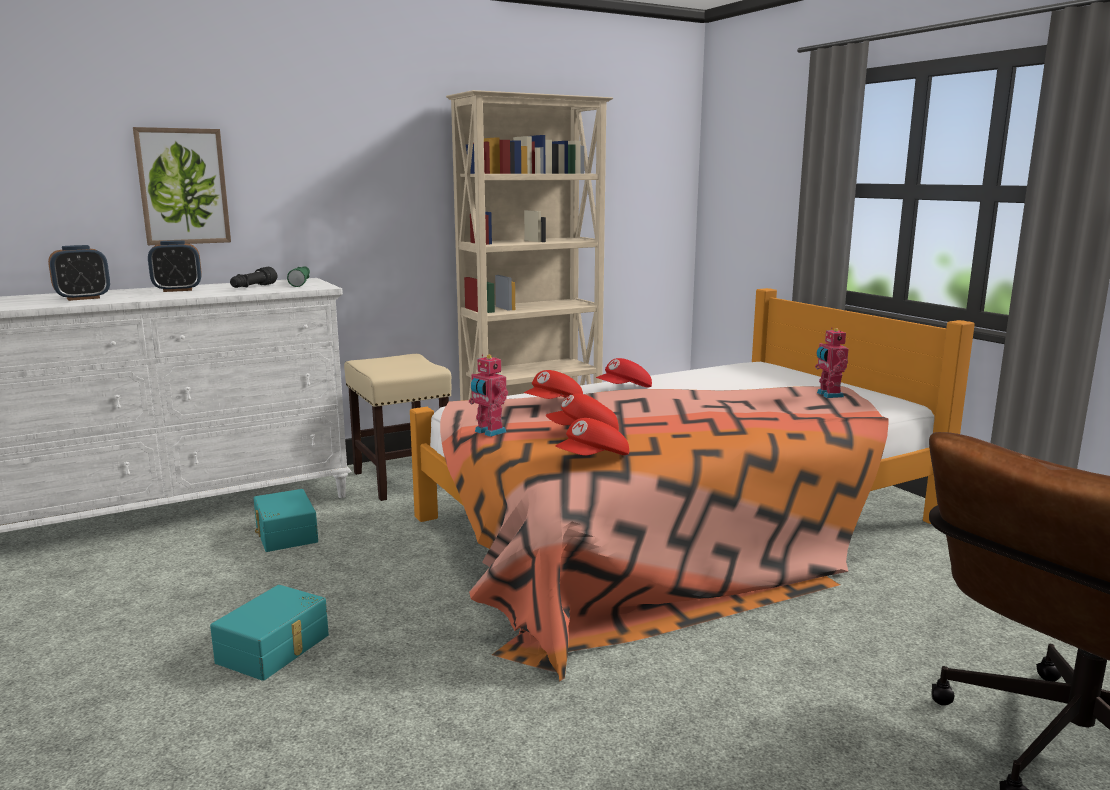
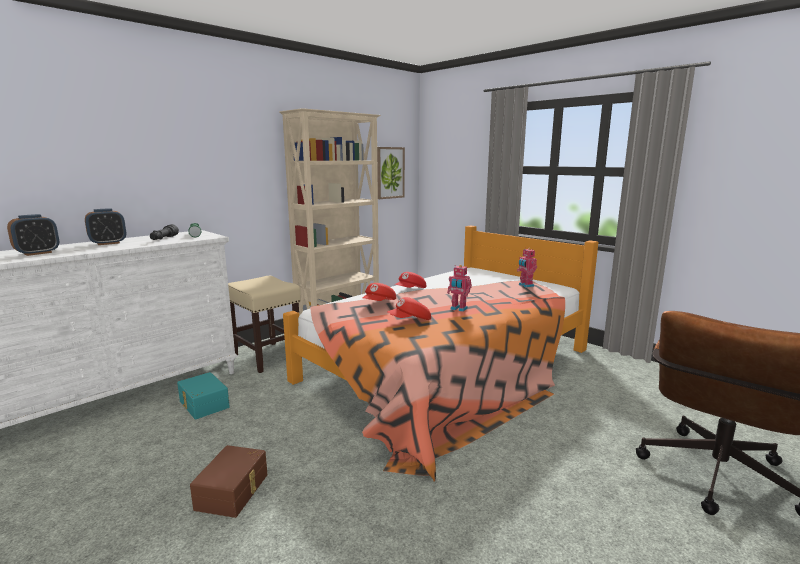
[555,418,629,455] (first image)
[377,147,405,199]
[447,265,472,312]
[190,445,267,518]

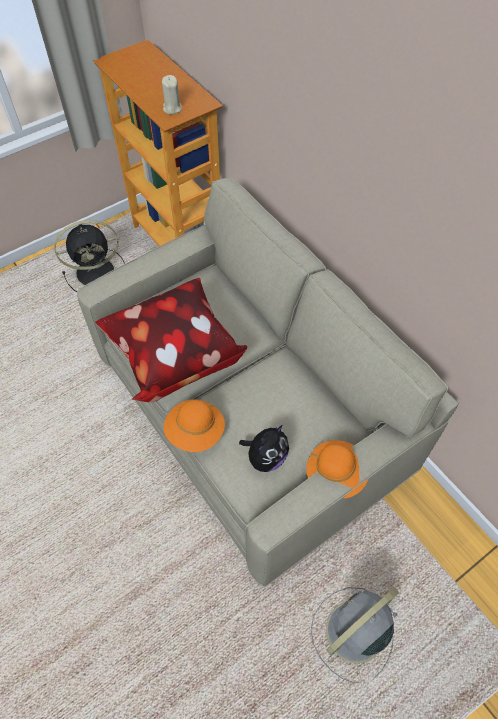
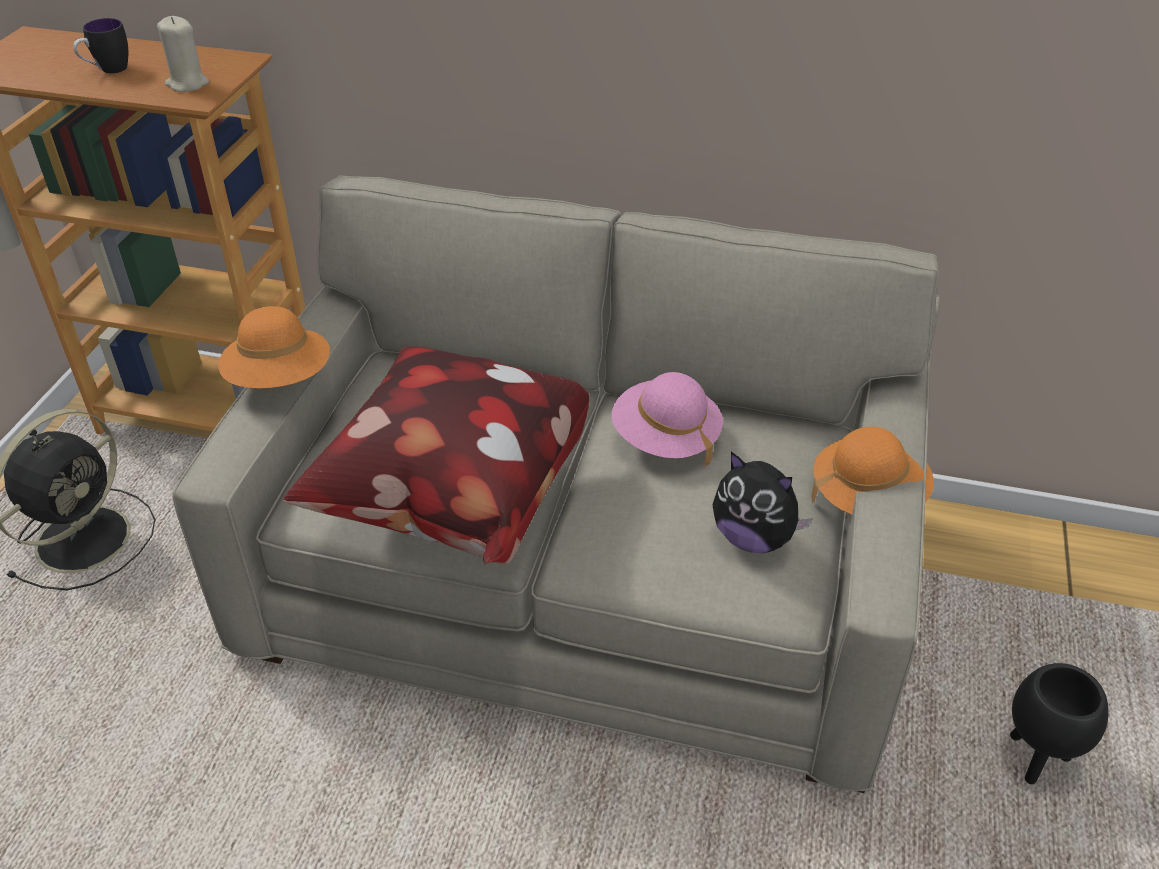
[73,18,128,74]
[612,372,723,466]
[218,306,330,389]
[1010,663,1109,784]
[712,452,813,553]

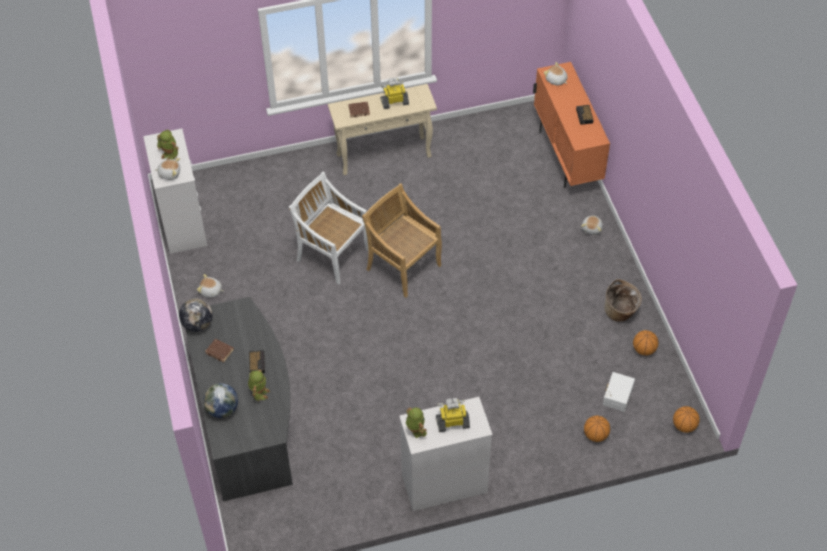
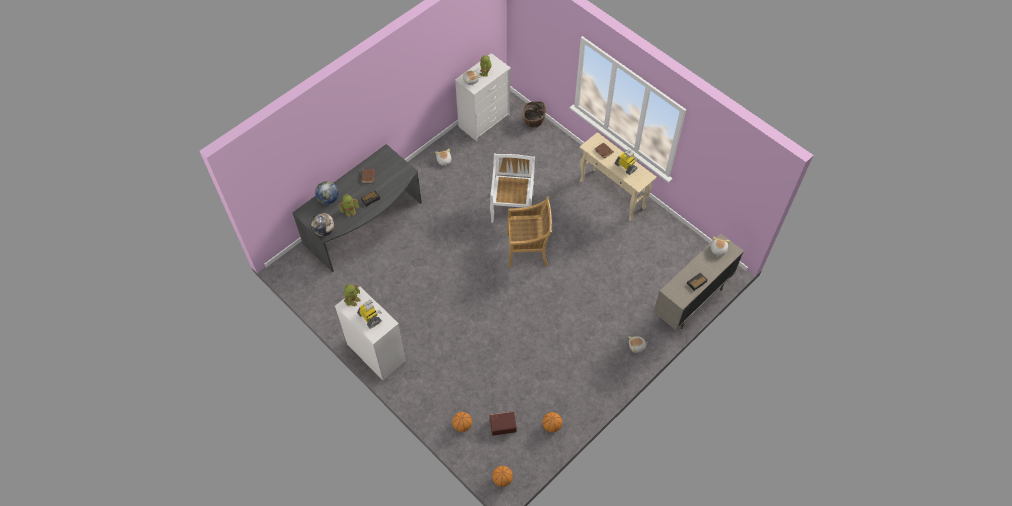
[311,213,335,236]
[522,101,546,128]
[654,233,744,330]
[489,411,517,436]
[507,196,552,268]

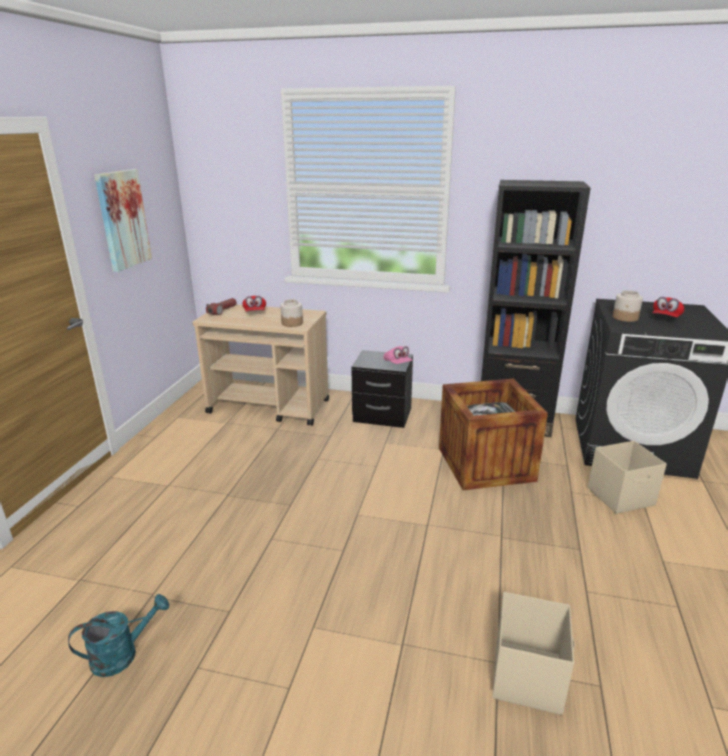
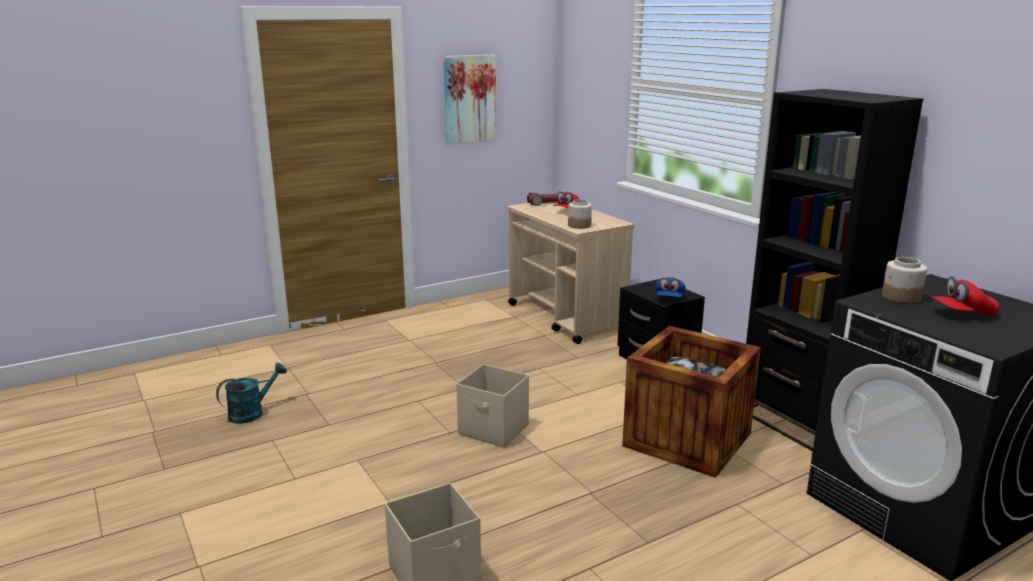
[456,364,529,447]
[656,277,686,298]
[216,362,287,424]

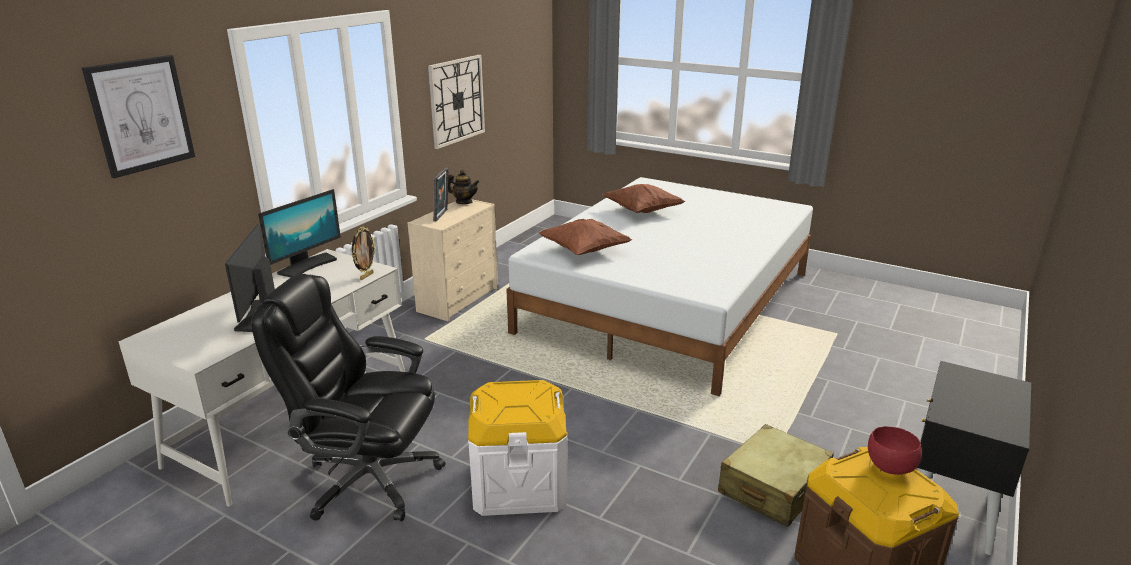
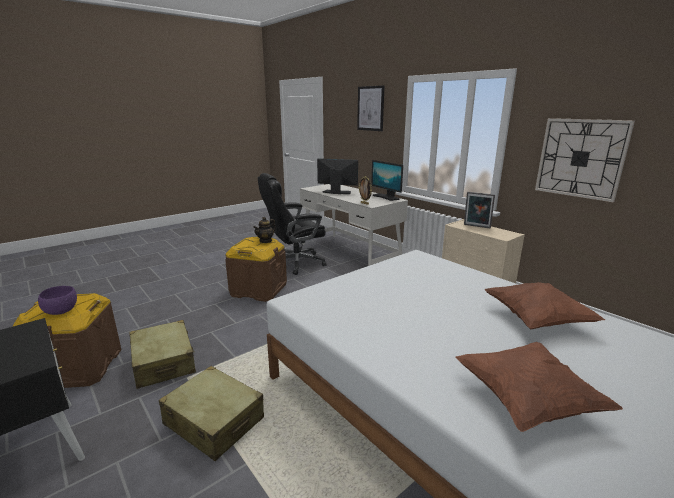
[159,366,264,461]
[253,217,276,243]
[455,342,623,432]
[225,237,287,302]
[38,286,77,315]
[258,173,327,275]

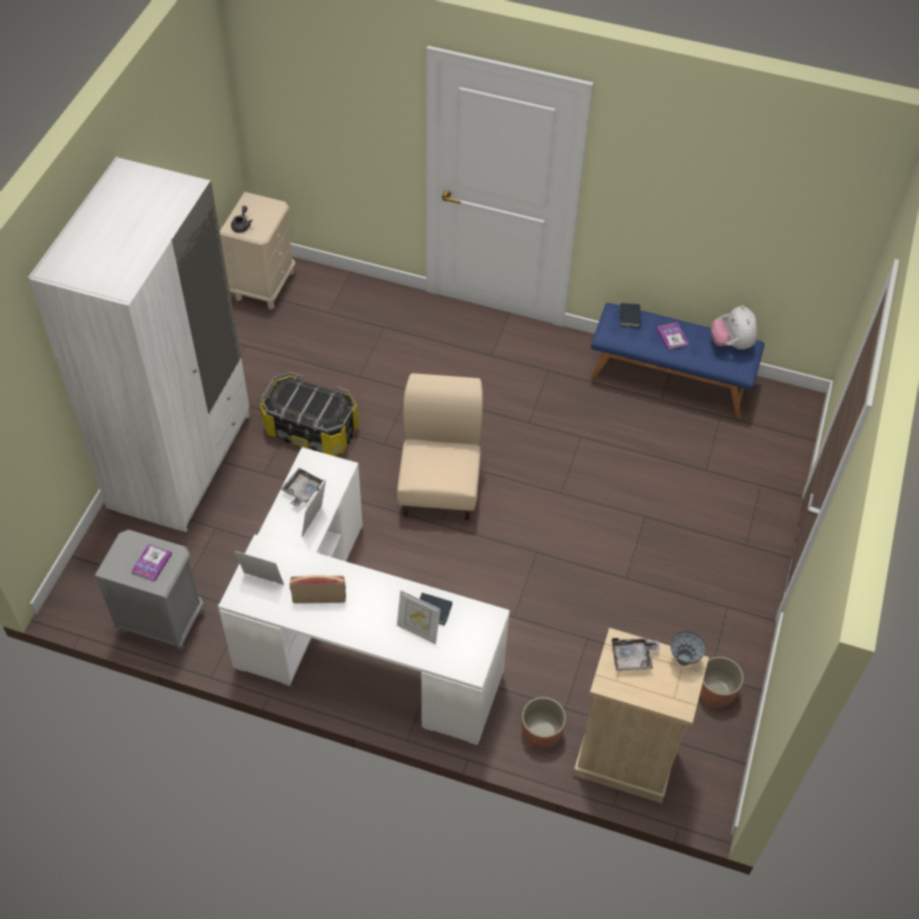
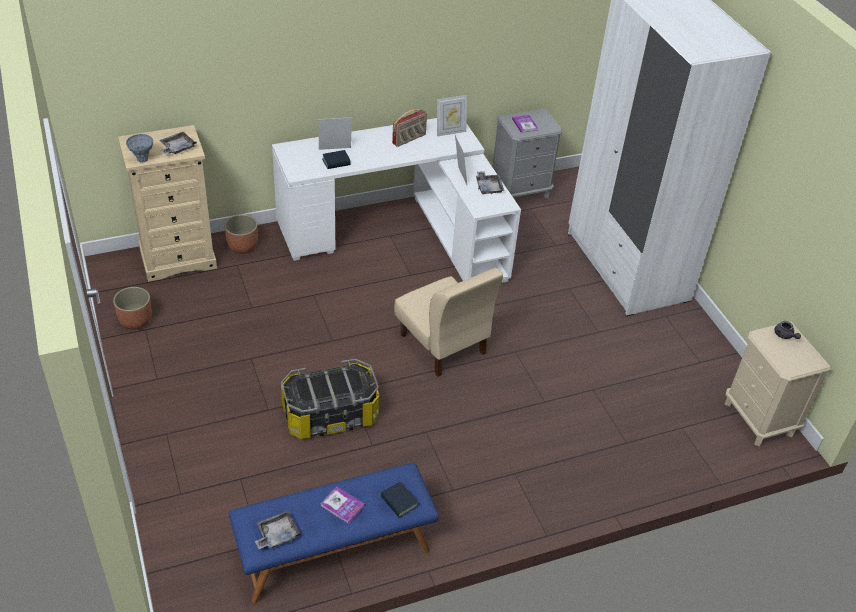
[281,359,379,439]
[255,510,301,549]

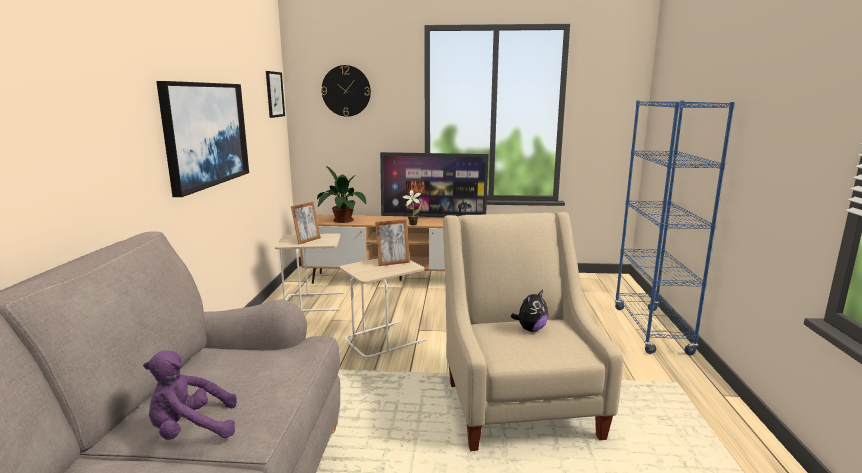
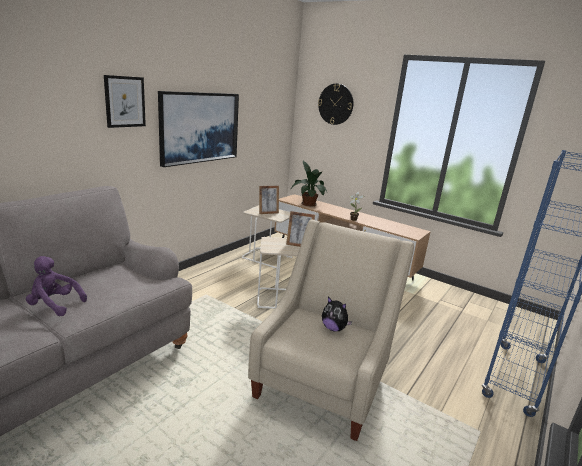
[380,152,489,217] (first image)
[104,75,146,128]
[322,297,353,331]

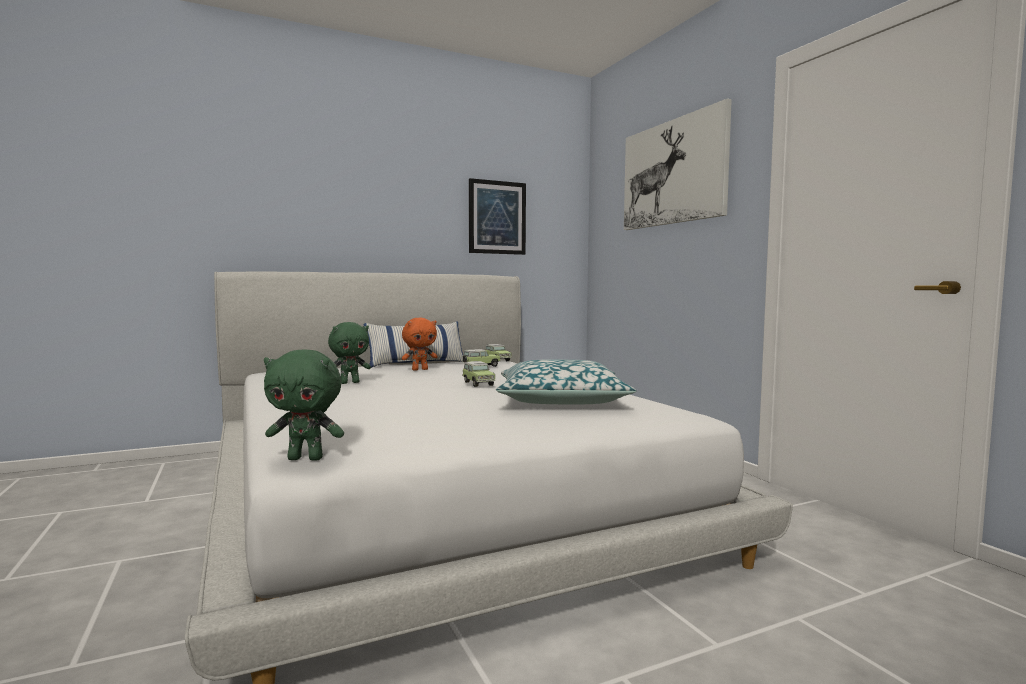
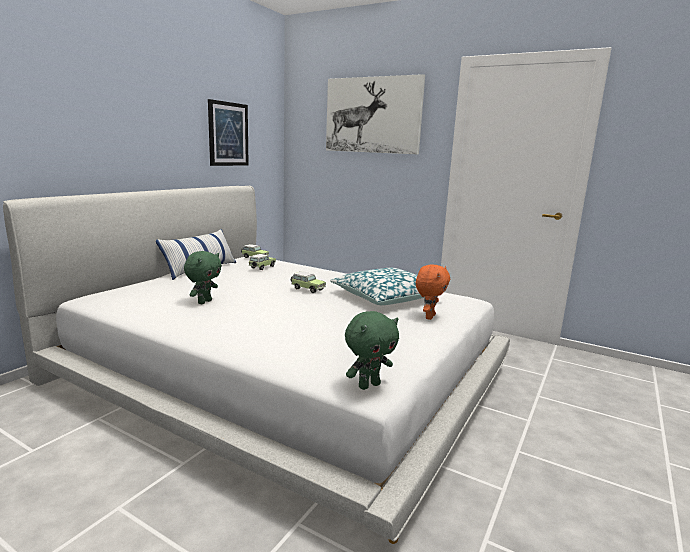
[416,264,450,320]

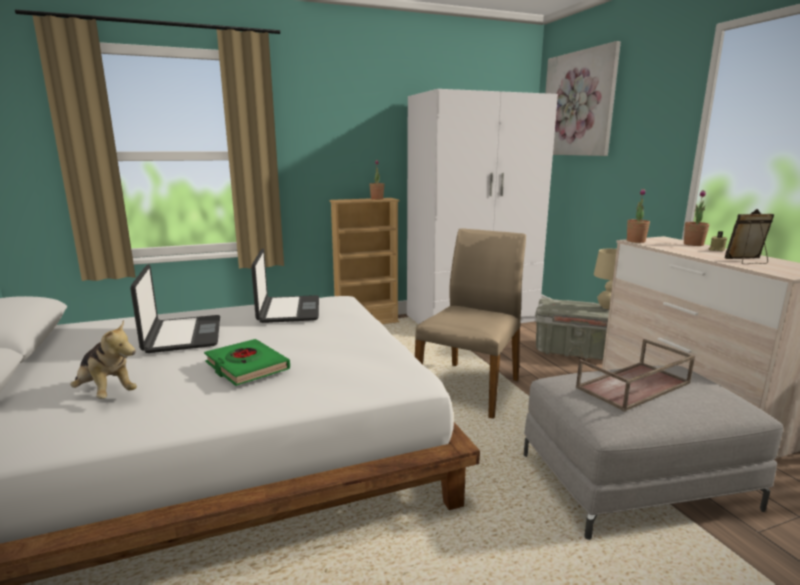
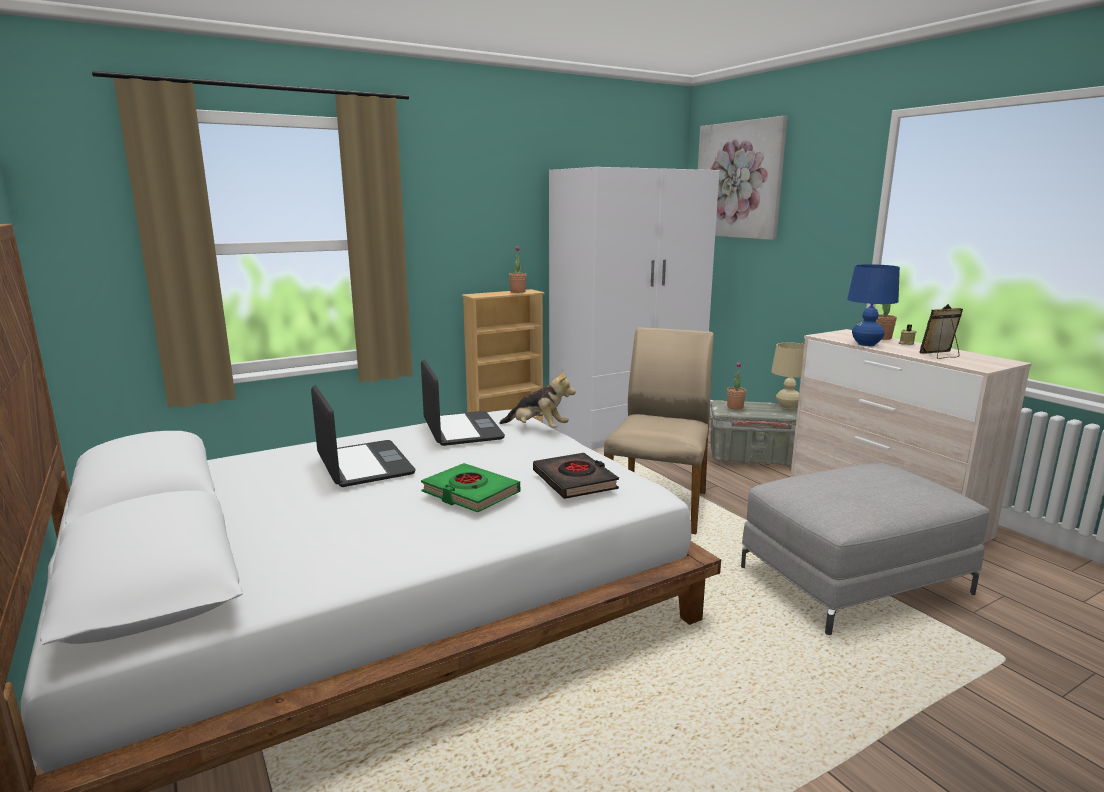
[576,339,695,412] (first image)
[533,453,619,499]
[847,264,900,346]
[499,370,576,428]
[727,362,746,410]

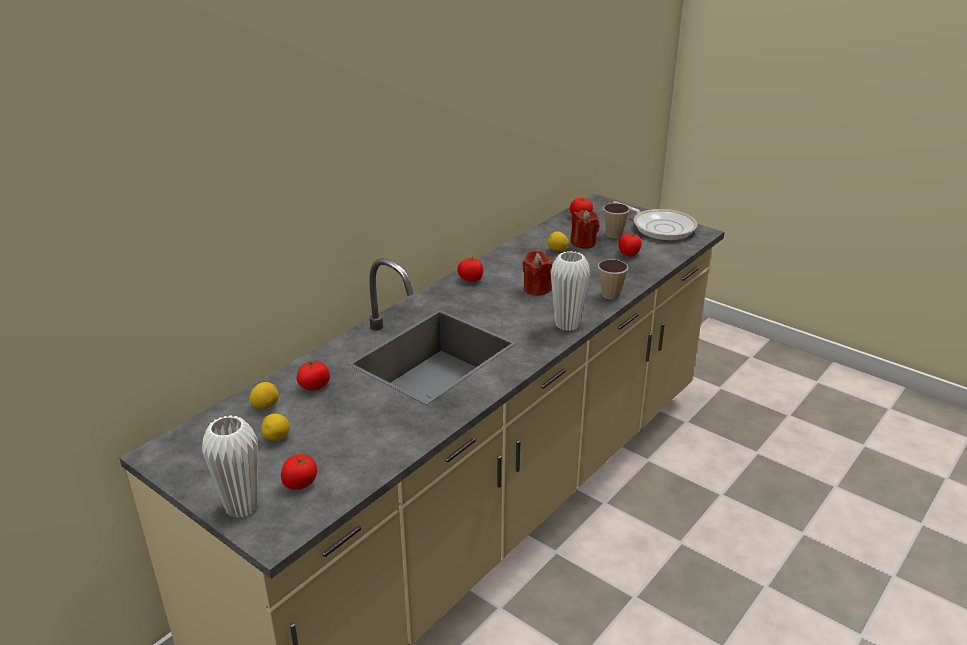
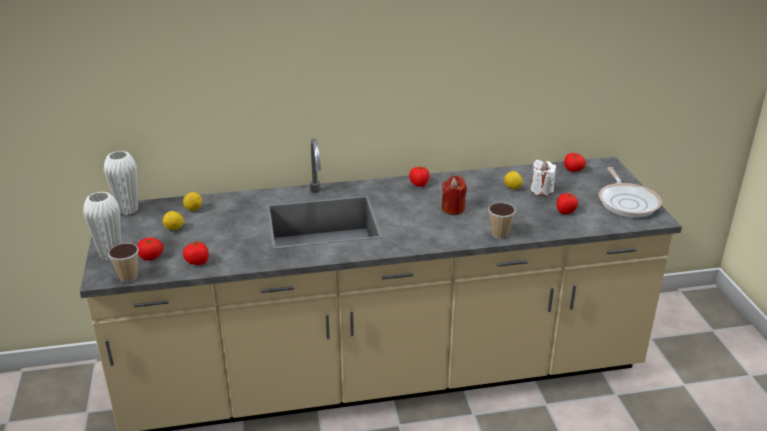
[183,241,209,265]
[104,151,138,215]
[108,243,139,282]
[531,160,556,196]

